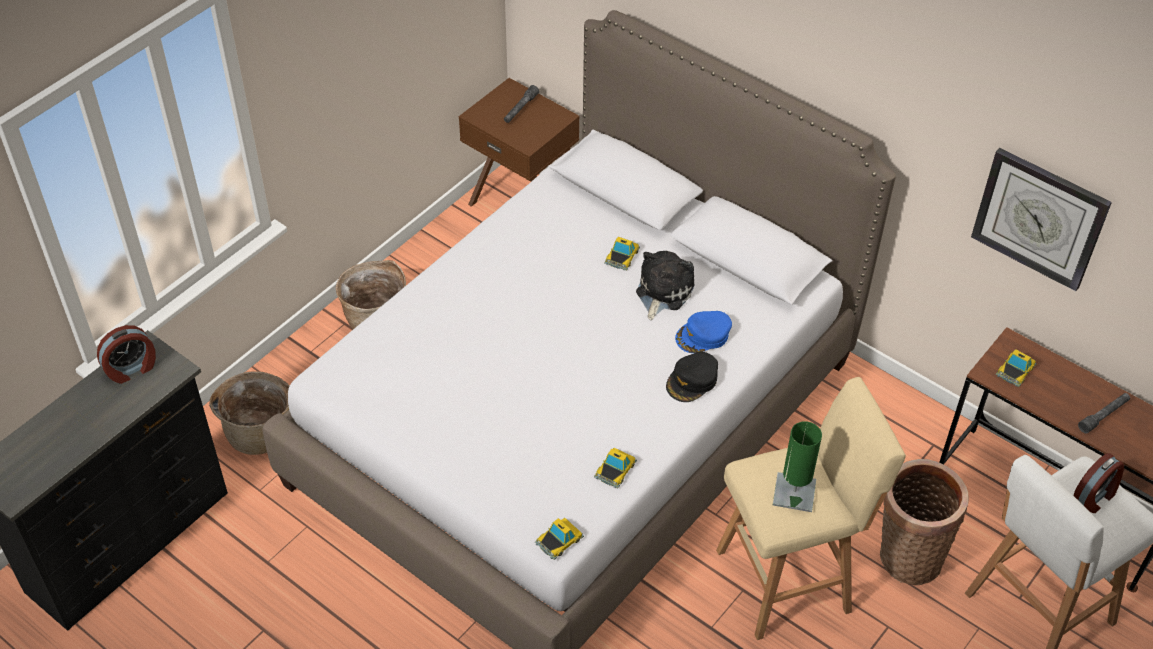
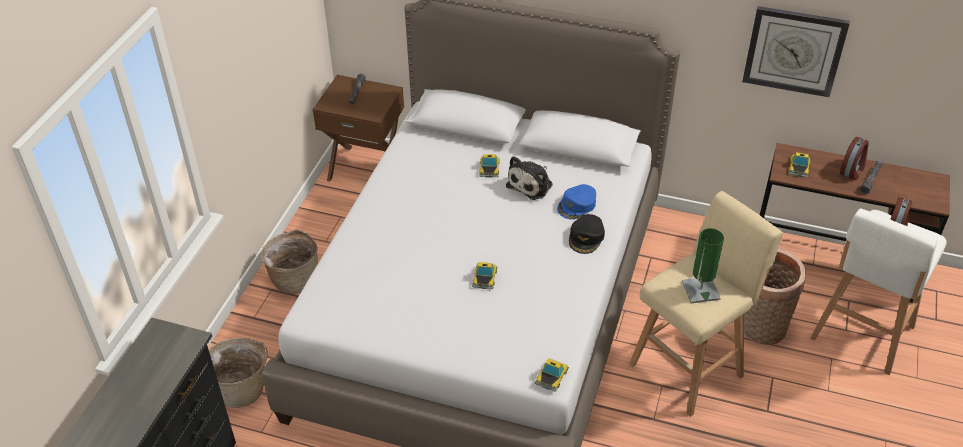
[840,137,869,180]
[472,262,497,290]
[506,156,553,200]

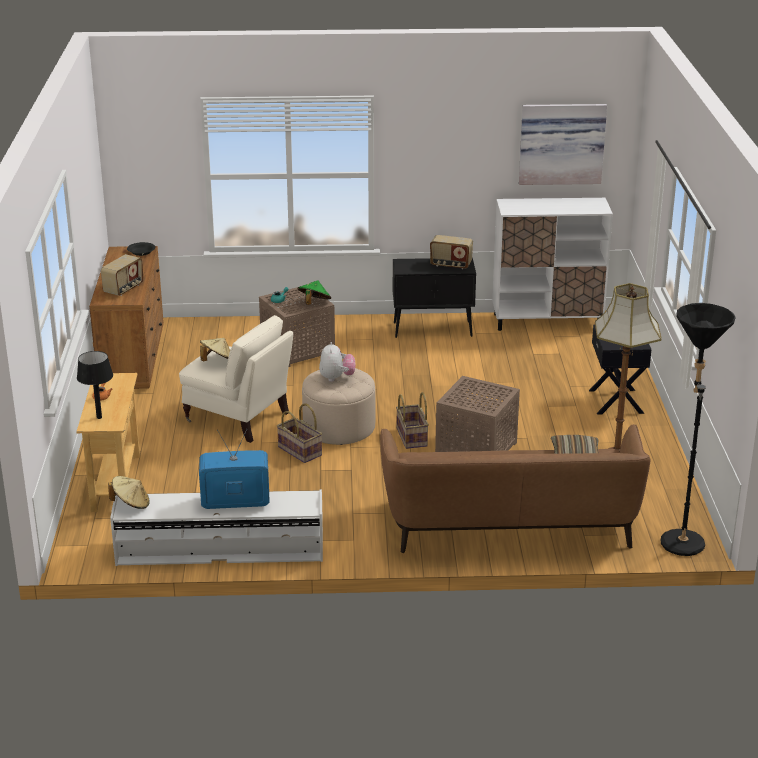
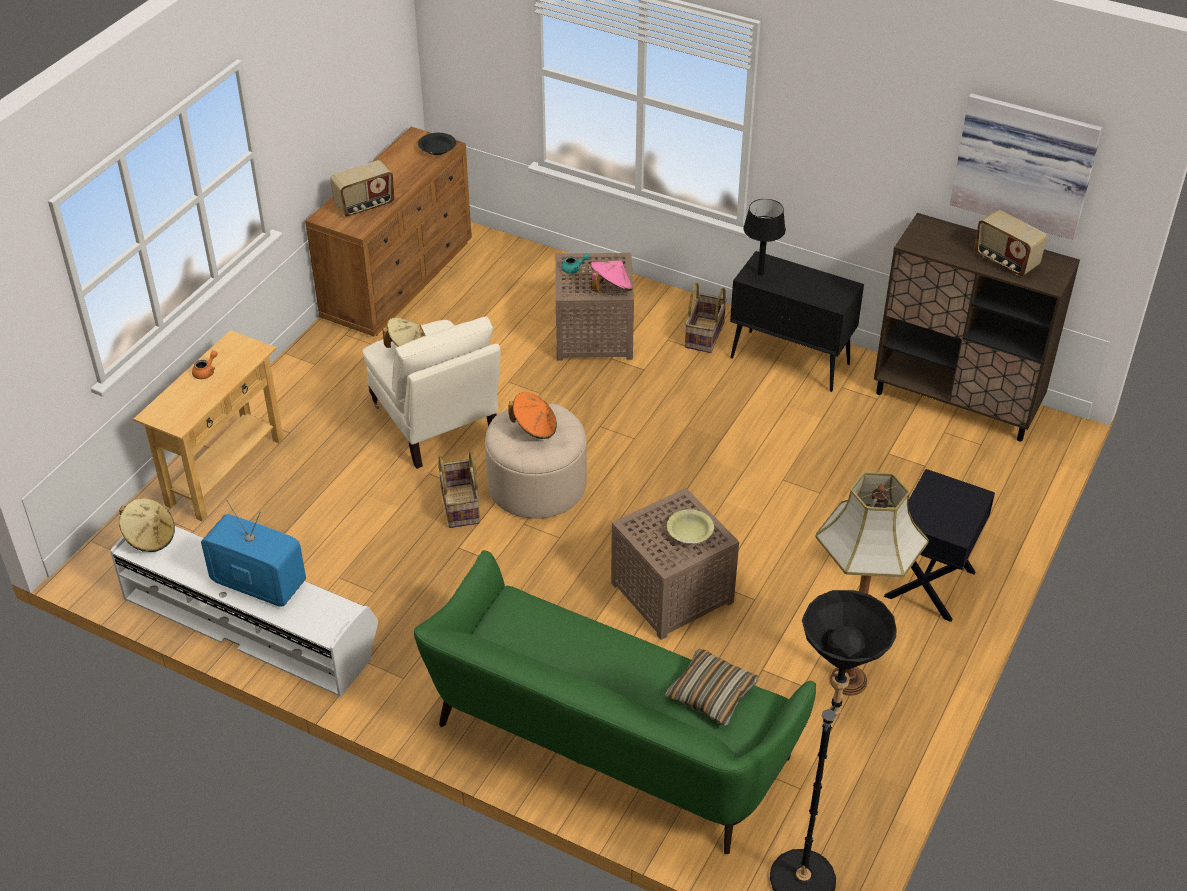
[667,509,714,543]
[743,199,786,276]
[685,282,727,353]
[974,209,1047,276]
[509,392,557,439]
[590,261,633,292]
[414,550,816,854]
[874,213,1080,442]

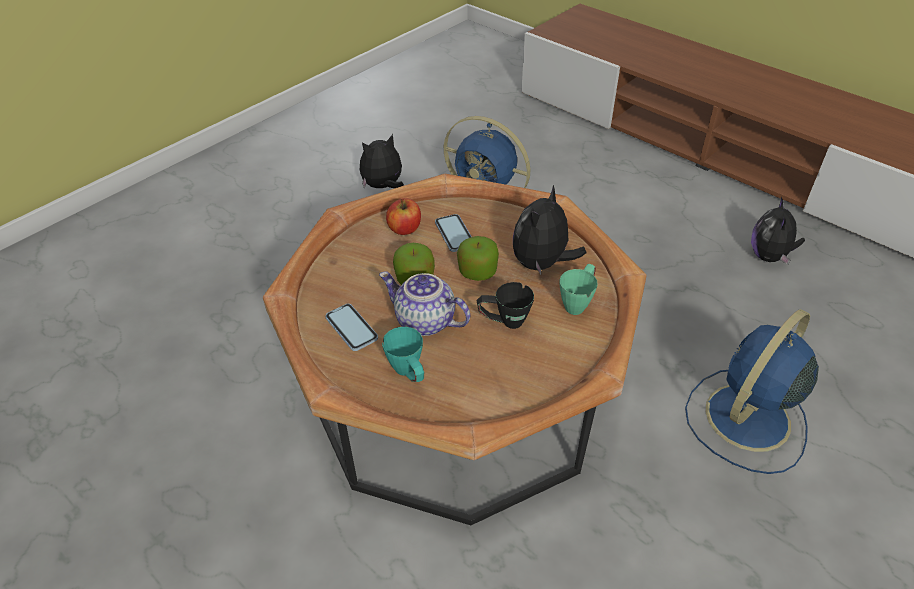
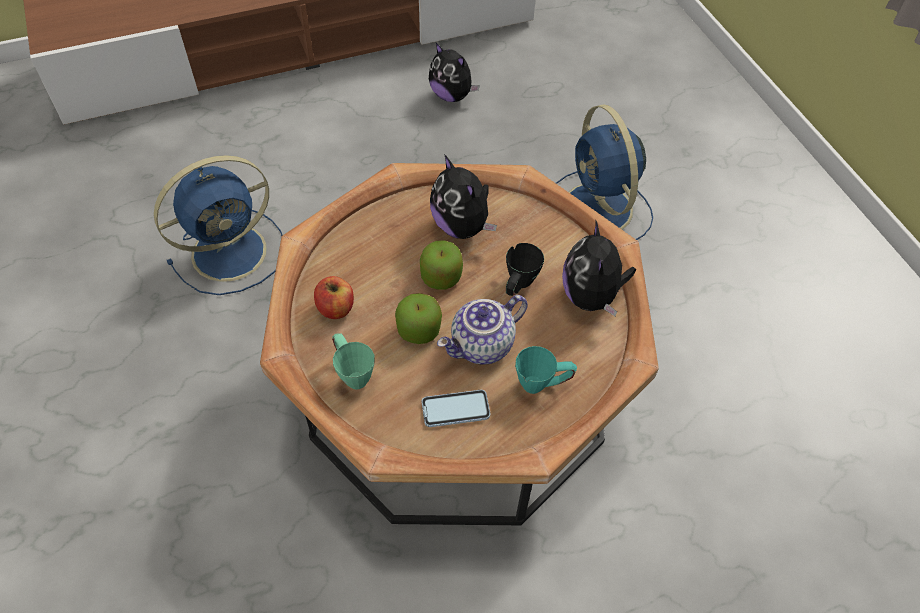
[435,214,472,252] (first image)
[562,219,636,316]
[332,333,375,389]

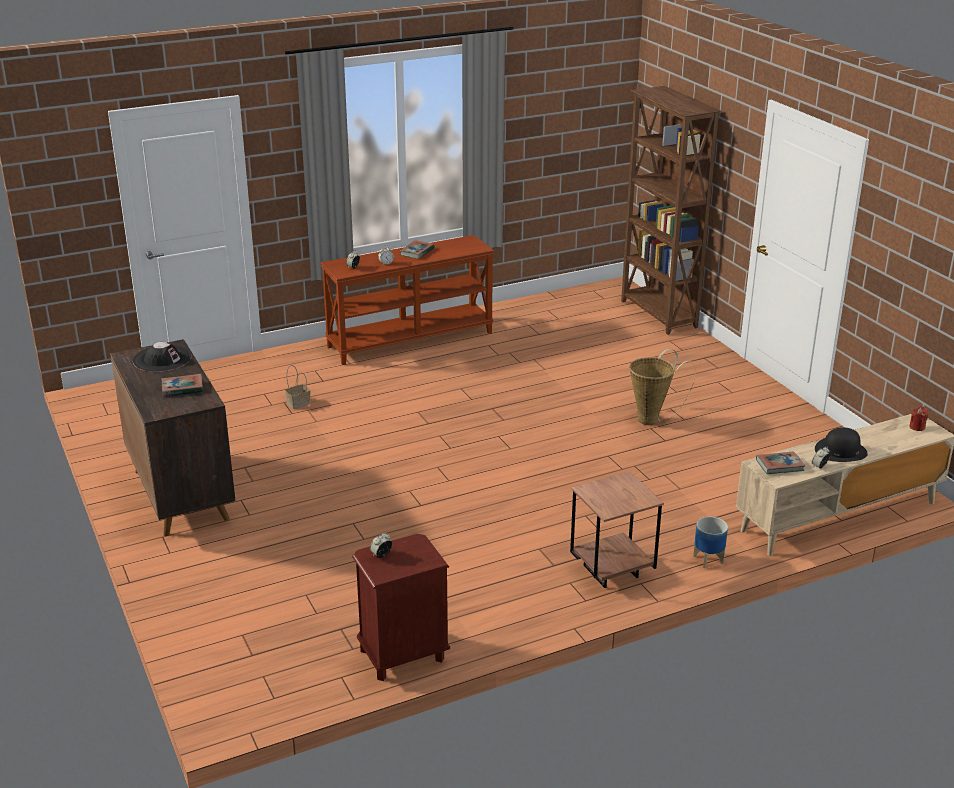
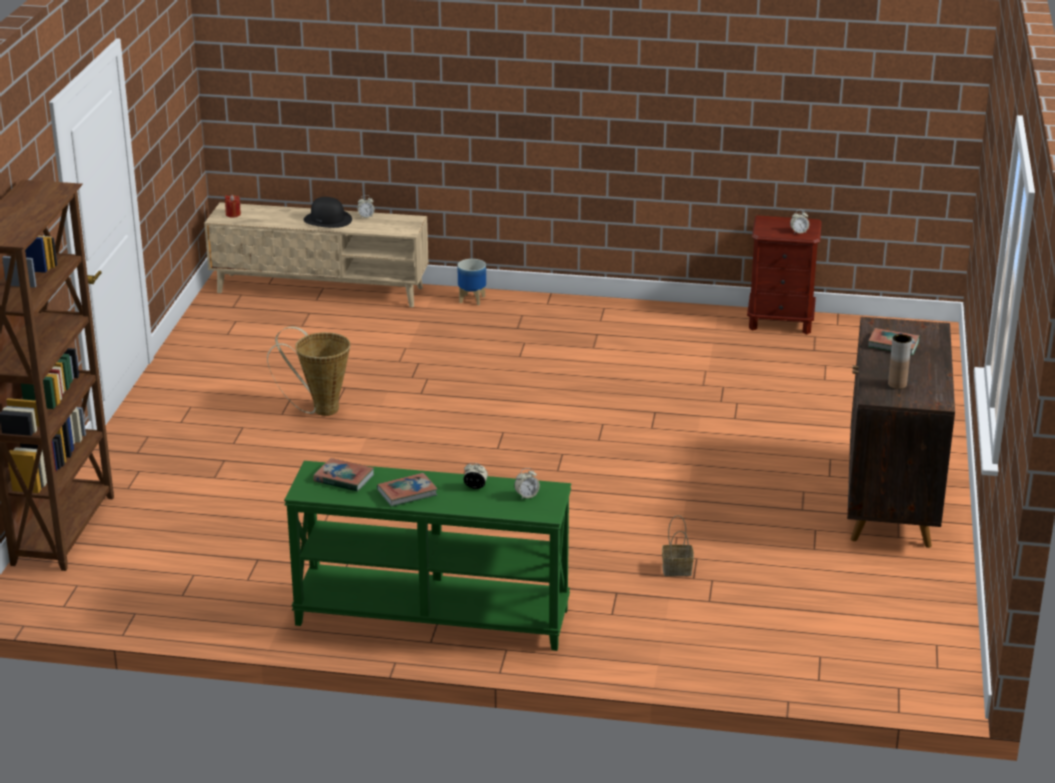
[570,471,664,588] (first image)
[313,458,374,492]
[888,334,912,389]
[284,461,571,651]

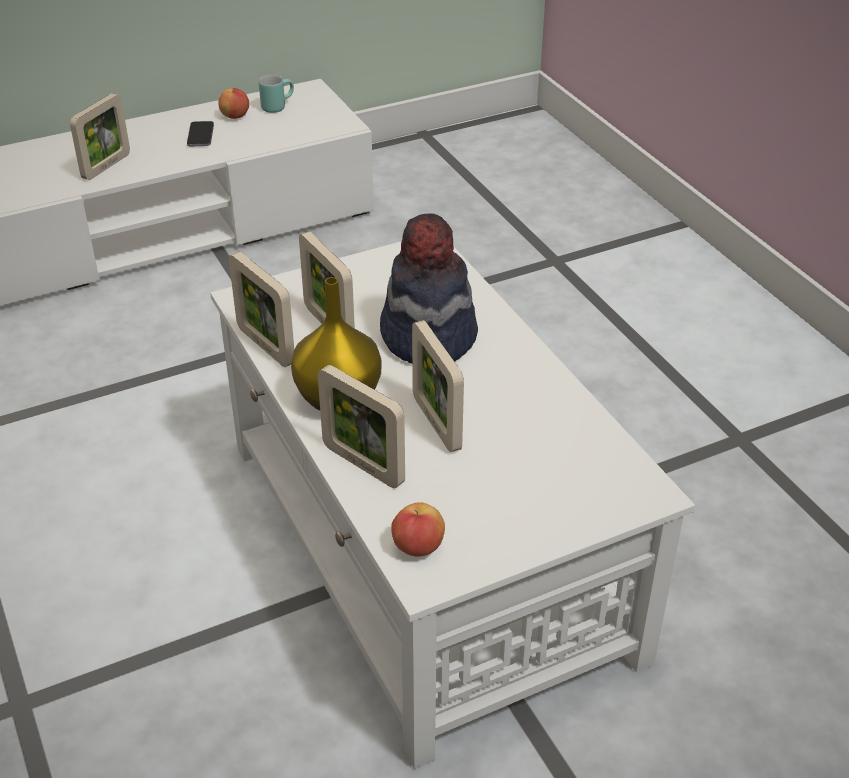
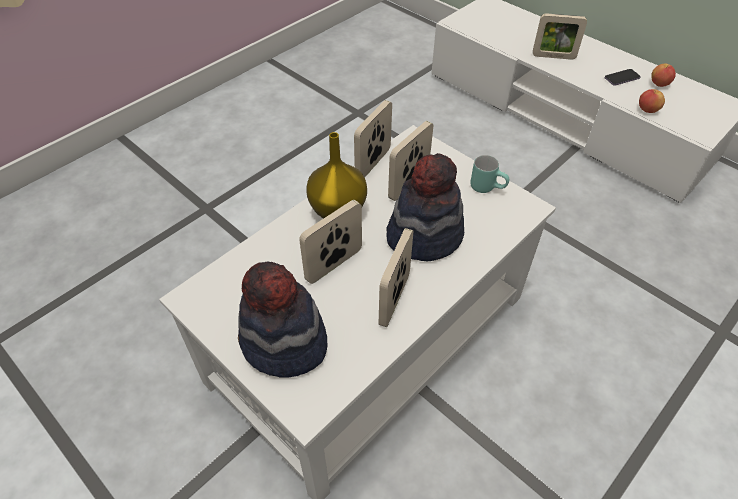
[238,261,328,378]
[470,155,509,193]
[379,228,413,327]
[639,89,665,113]

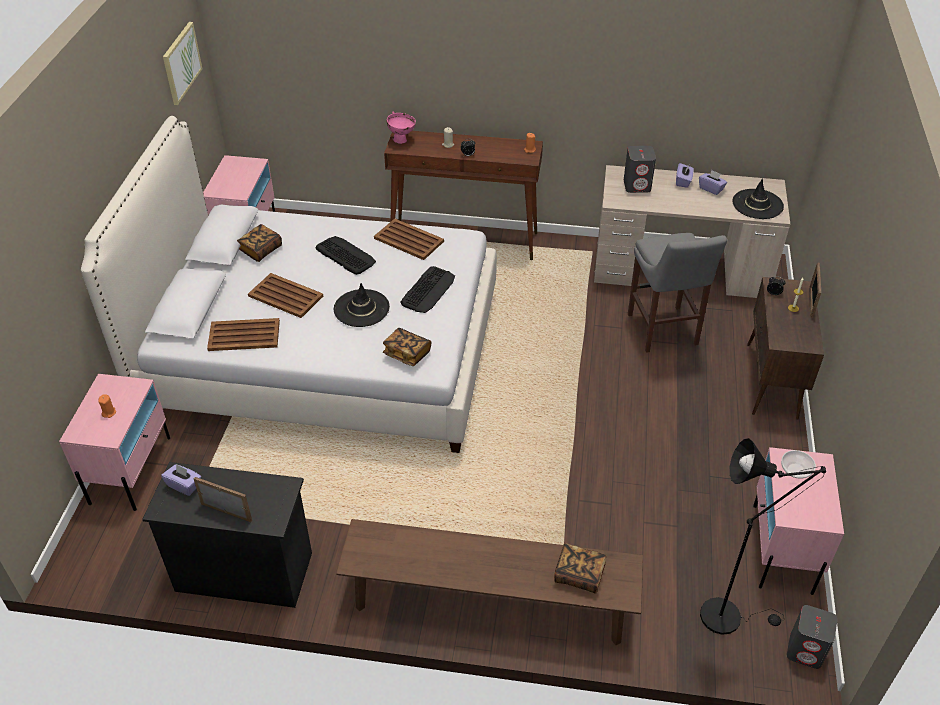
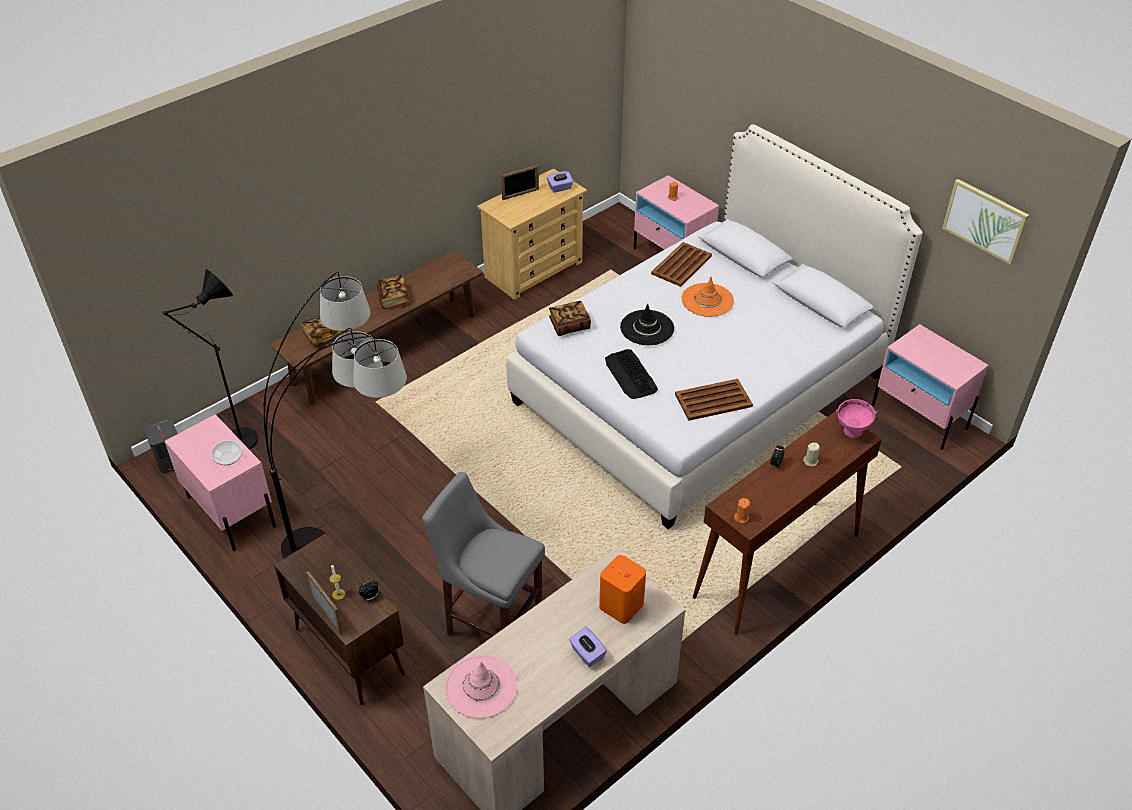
[316,236,376,275] (first image)
[699,170,727,195] (first image)
[263,272,407,559]
[377,275,409,309]
[681,277,734,317]
[477,169,587,300]
[599,555,646,624]
[445,655,517,718]

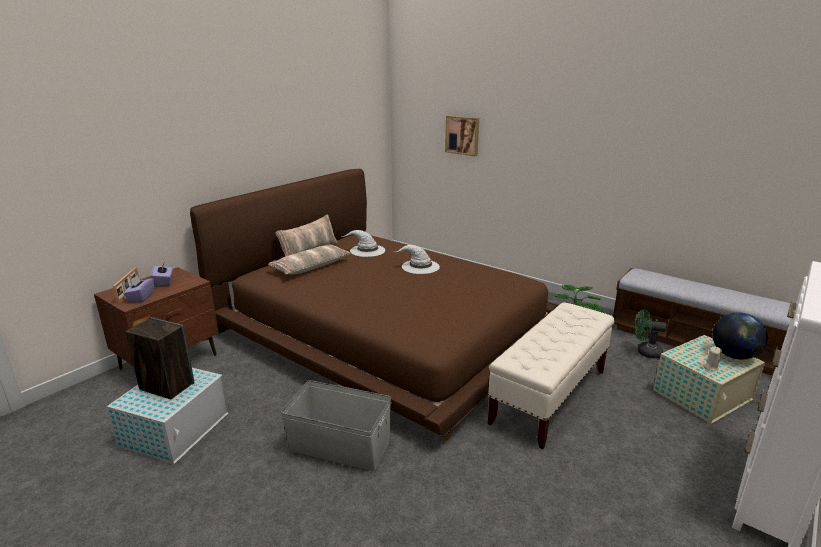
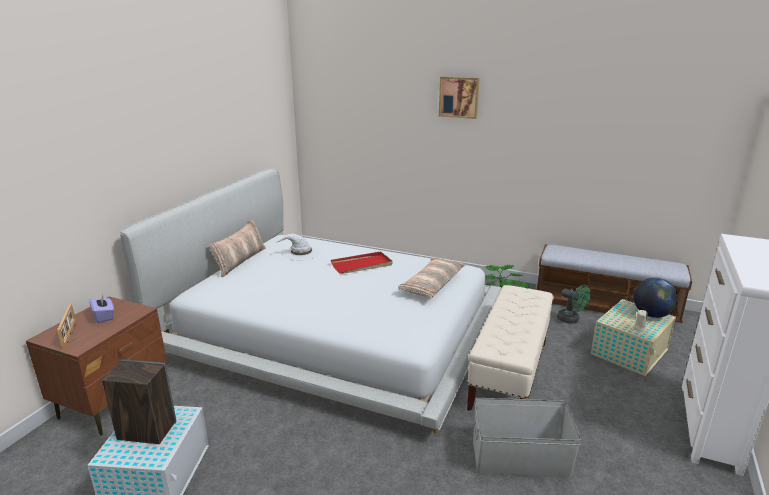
[123,275,154,302] (first image)
[398,257,465,298]
[473,398,581,477]
[439,76,480,119]
[331,251,393,274]
[120,168,501,433]
[557,285,591,324]

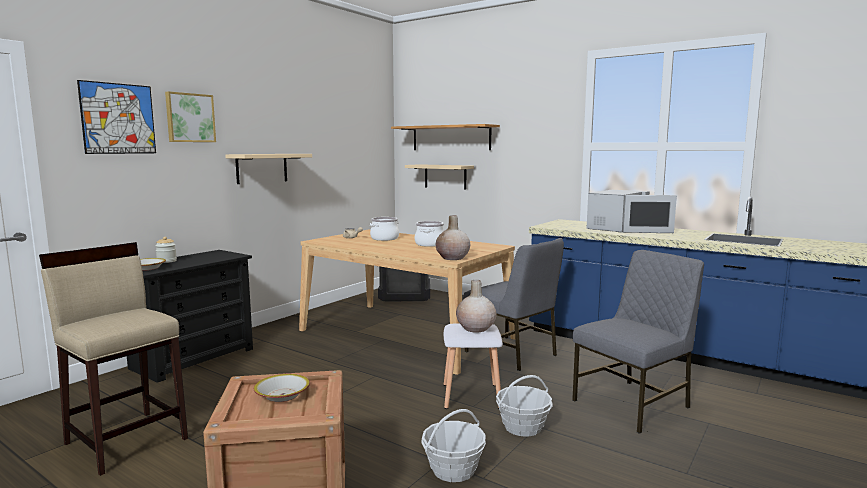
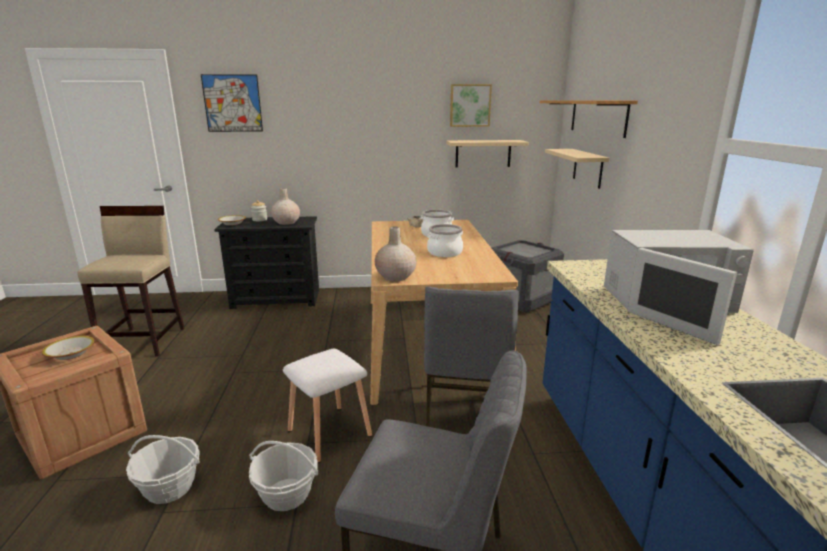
[450,84,492,127]
[446,140,529,167]
[271,188,300,225]

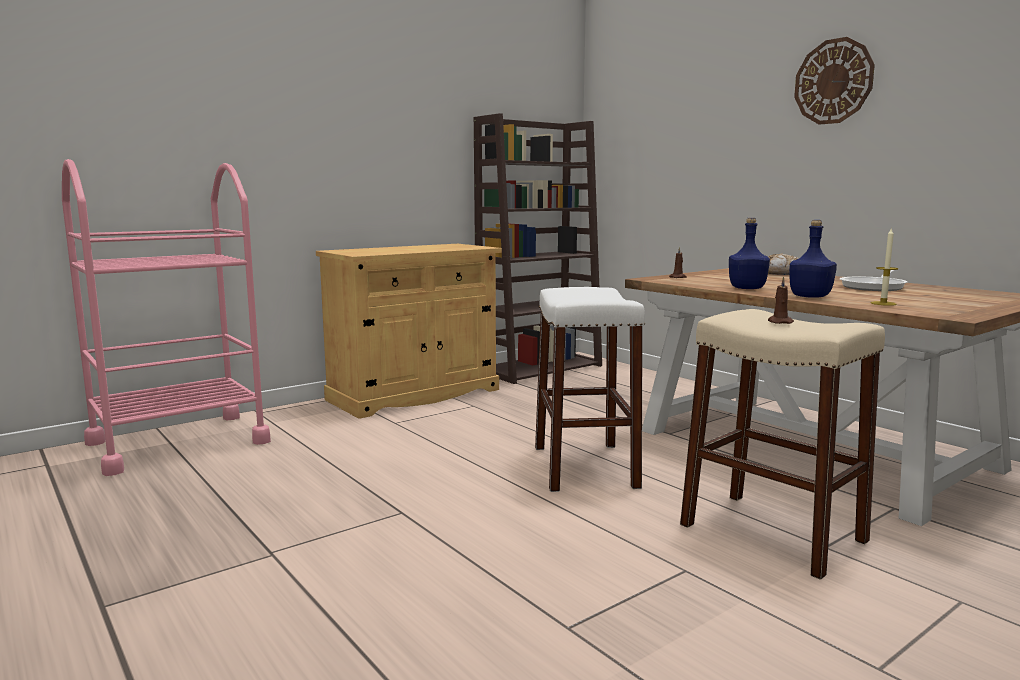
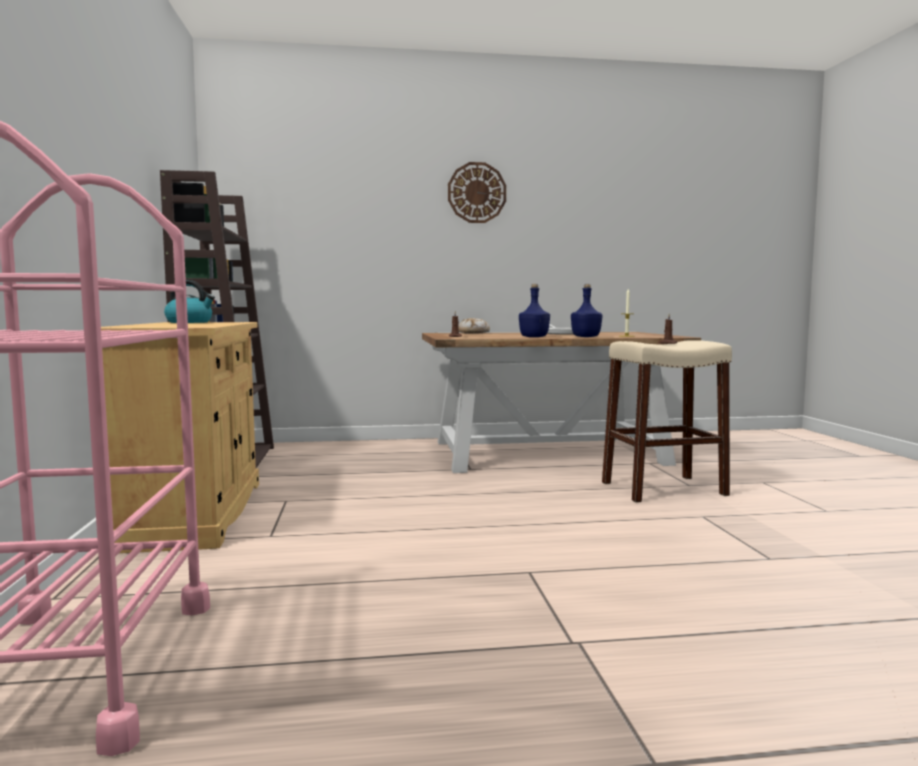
[535,287,645,492] (first image)
[164,280,215,323]

